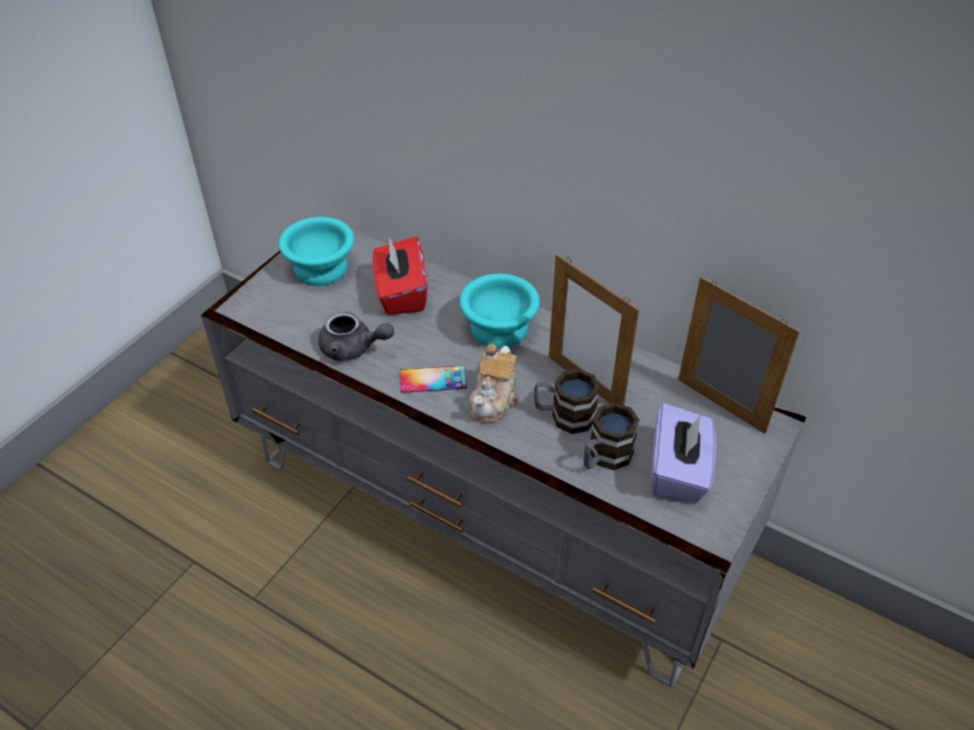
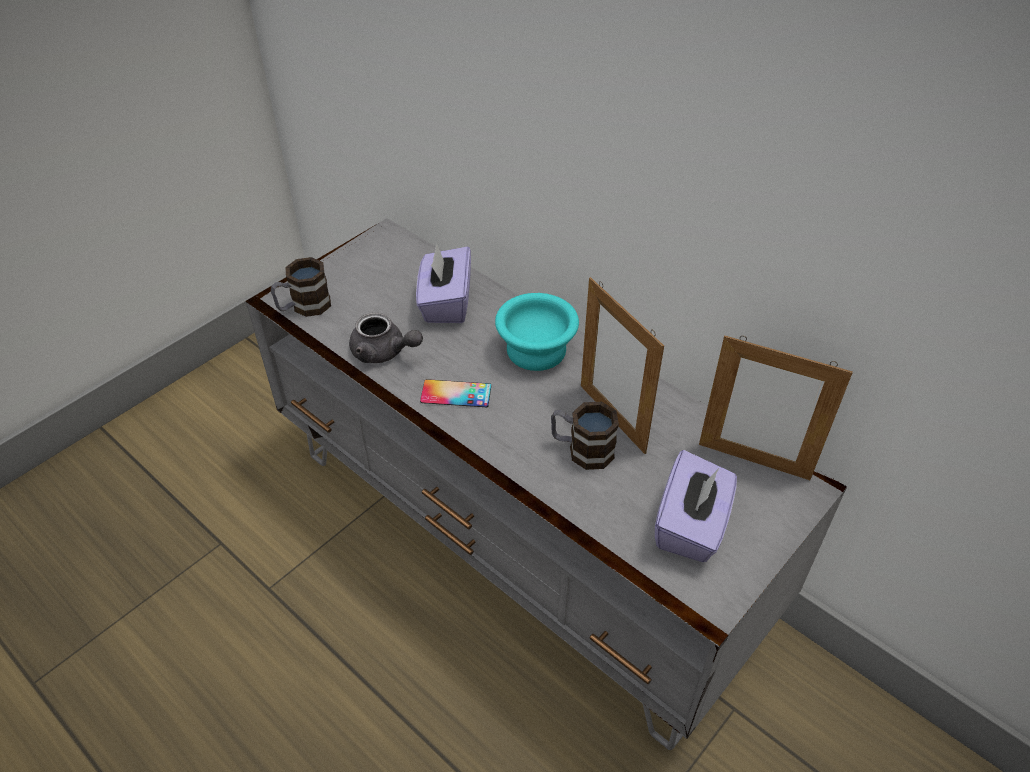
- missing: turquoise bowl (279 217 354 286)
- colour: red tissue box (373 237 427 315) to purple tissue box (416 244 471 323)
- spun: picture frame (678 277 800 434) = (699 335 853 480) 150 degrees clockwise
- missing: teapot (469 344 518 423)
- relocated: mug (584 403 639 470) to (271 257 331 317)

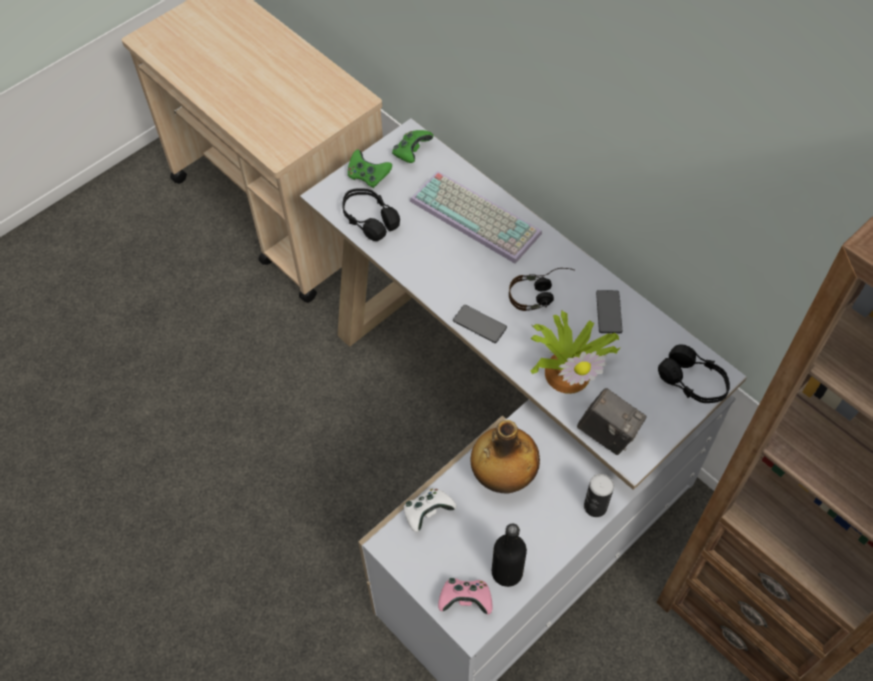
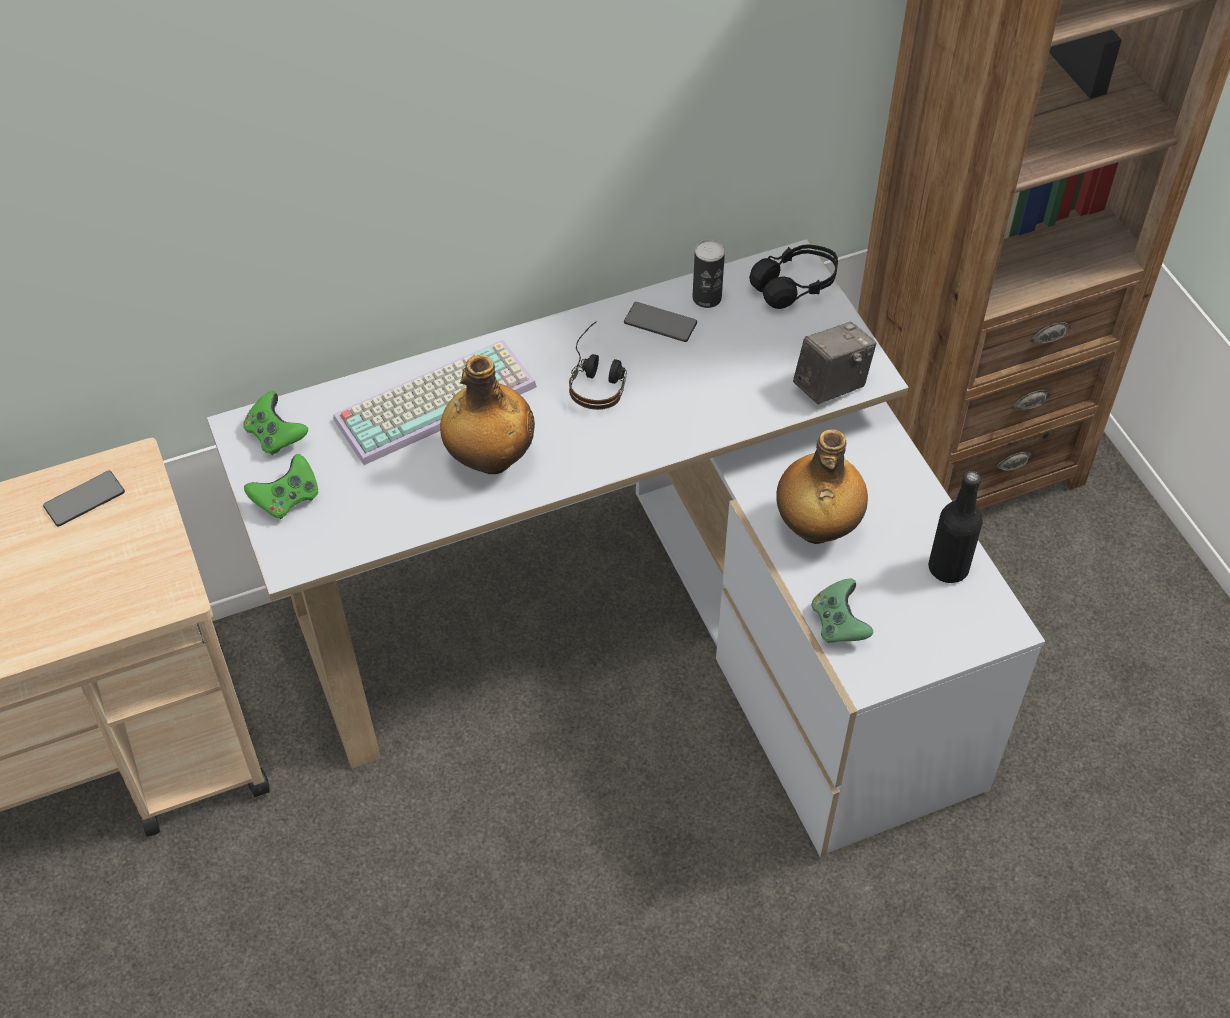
- missing: black headphones (342 188 400 241)
- relocated: phone (453 305 507 343) to (43 471 125 527)
- missing: potted plant (531 310 621 394)
- relocated: can (584 474 614 517) to (692 240 725 308)
- colour: white game controller (404 488 457 532) to green game controller (812 579 874 643)
- missing: pink game controller (438 578 493 615)
- appeared: bottle (440 355 535 474)

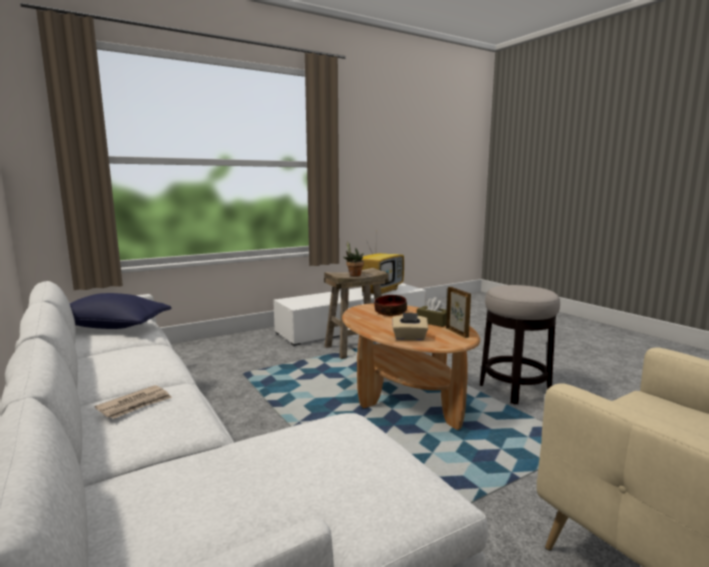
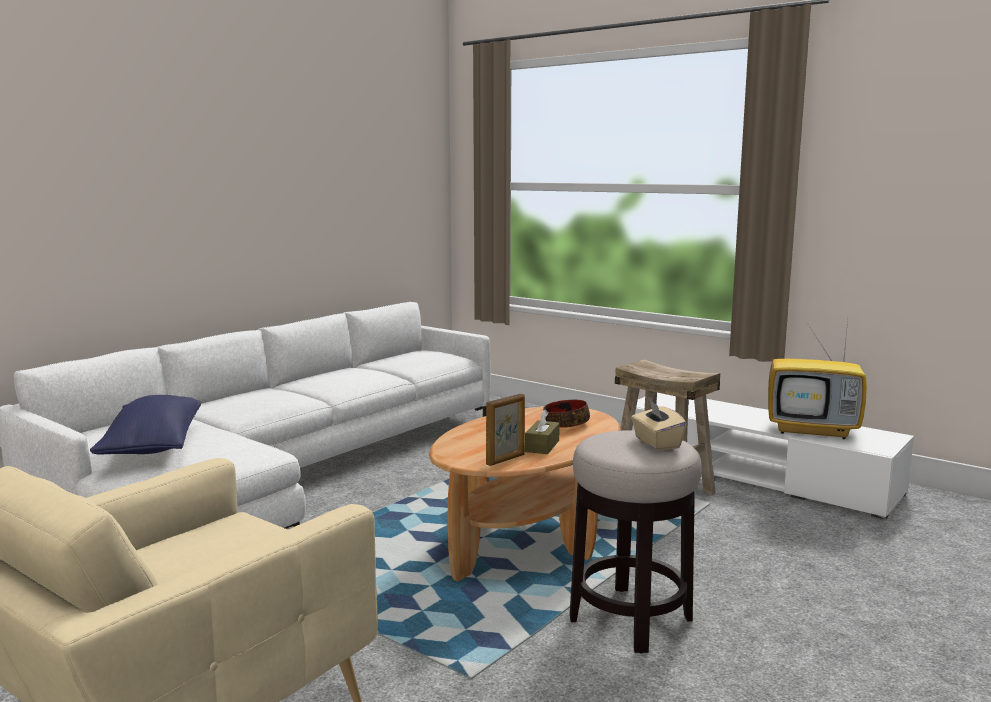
- missing: potted plant (344 241 364 276)
- relocated: blue pillow (69 293 171 329) to (90 395 201 454)
- relocated: beige tissue box (392 312 428 341) to (631 400 686 450)
- missing: newspaper (95 385 172 419)

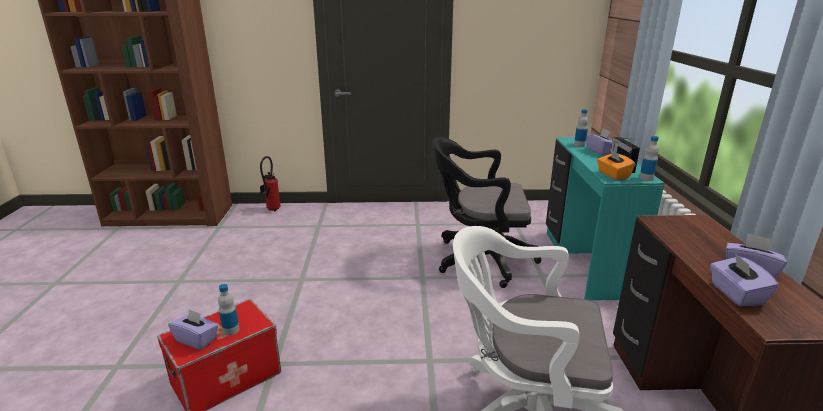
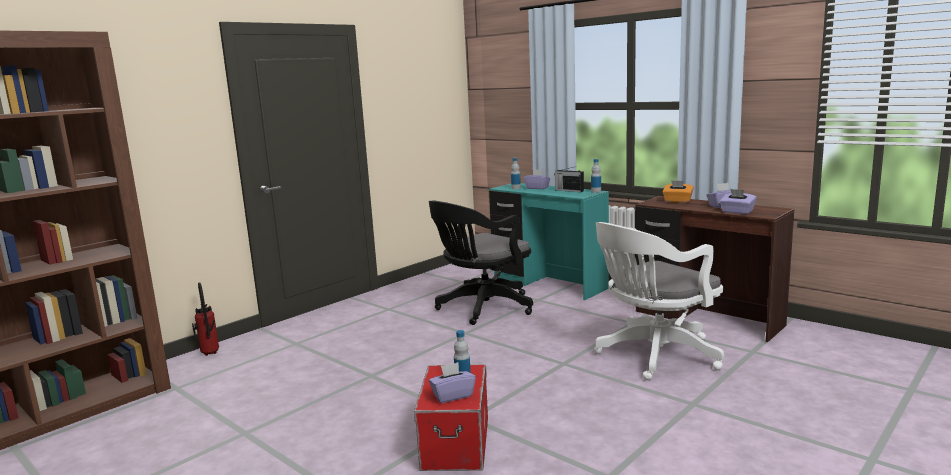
- relocated: orange tissue box (597 149 635 180) to (663 180 694 203)

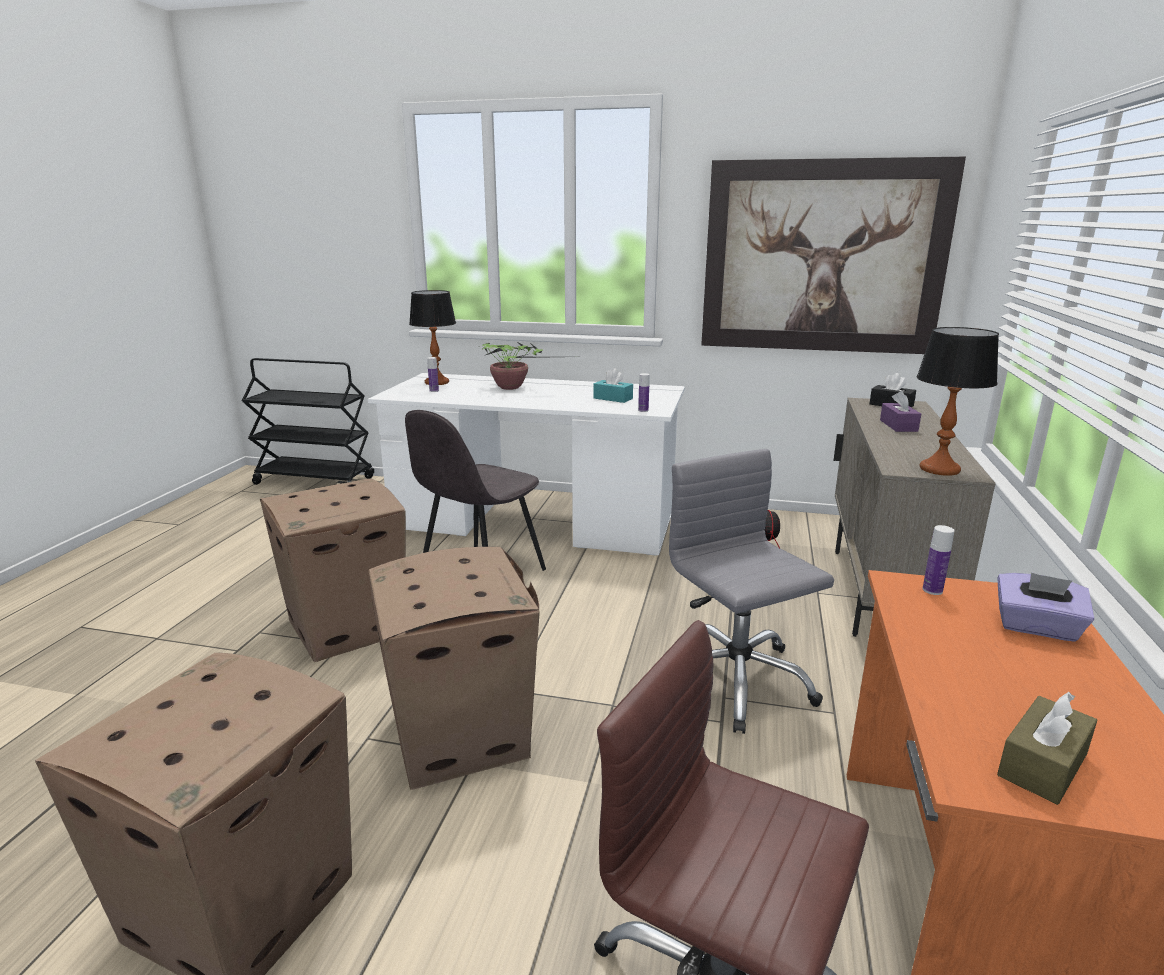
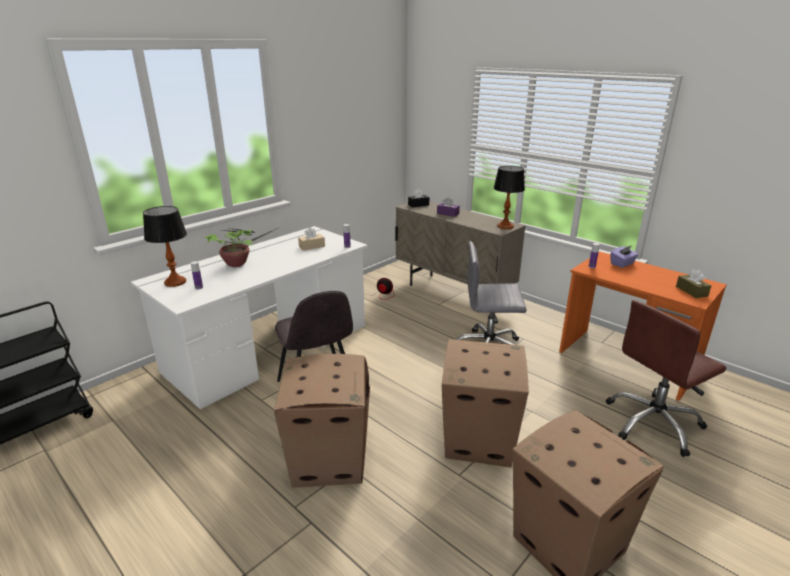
- missing: picture (701 157 966 354)
- colour: turquoise tissue box (593 368 633 403) to beige tissue box (298 227 325 251)

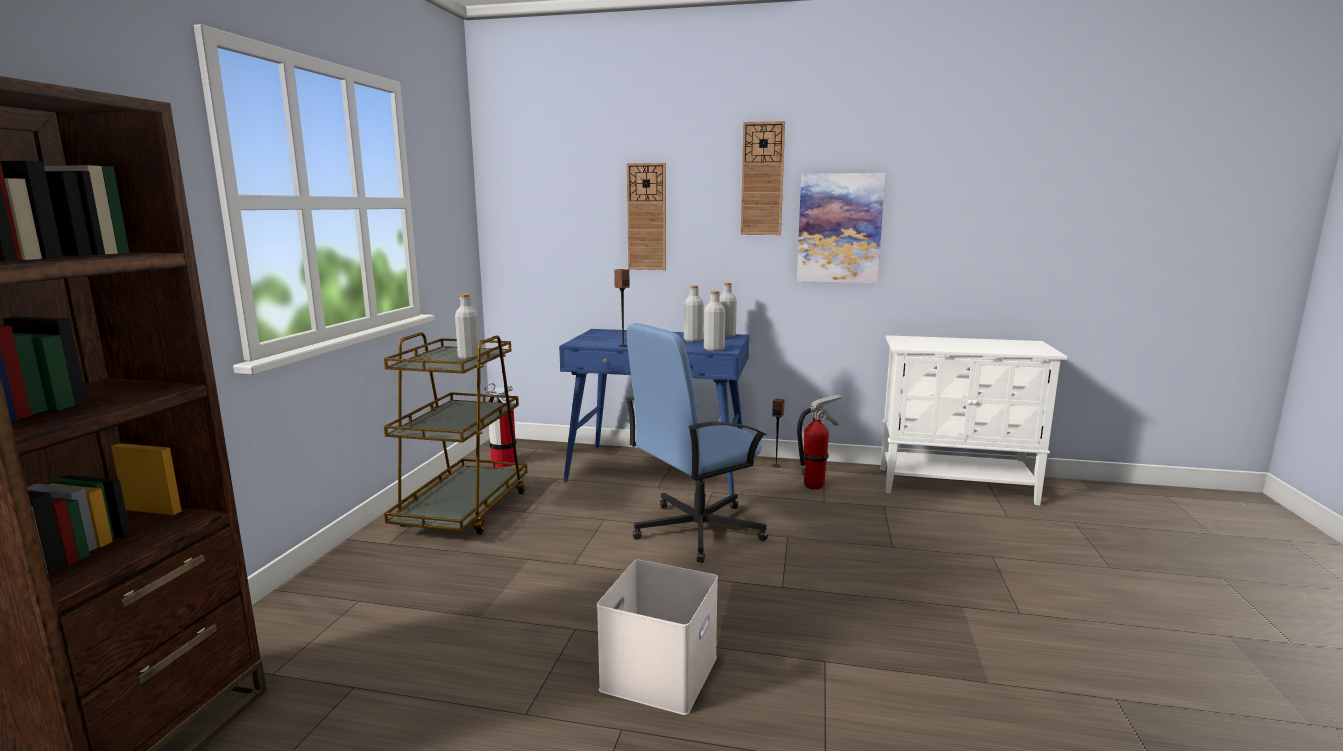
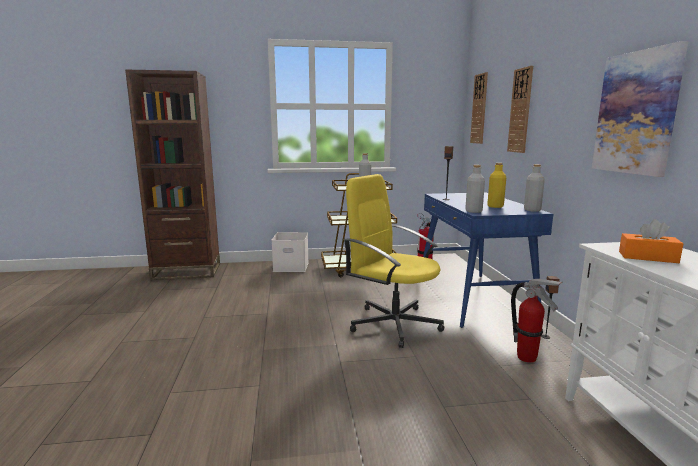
- relocated: wall clock (741 121 785 235) to (470 72 488 144)
- colour: grey bottle (684 285 704 342) to yellow bottle (487 163 506 208)
- colour: blue office chair (625 323 768 563) to yellow office chair (344 174 444 348)
- relocated: white storage box (597 560 718 715) to (271 232 309 272)
- appeared: orange tissue box (619 219 683 263)

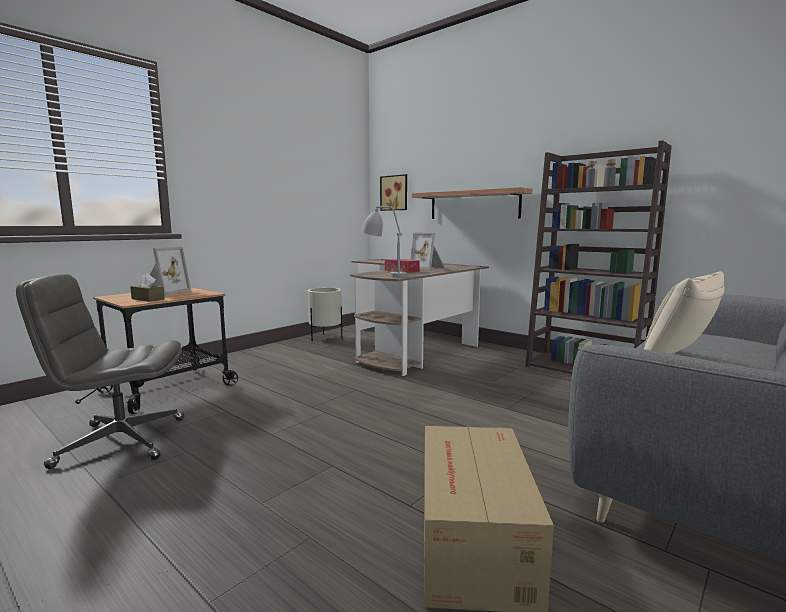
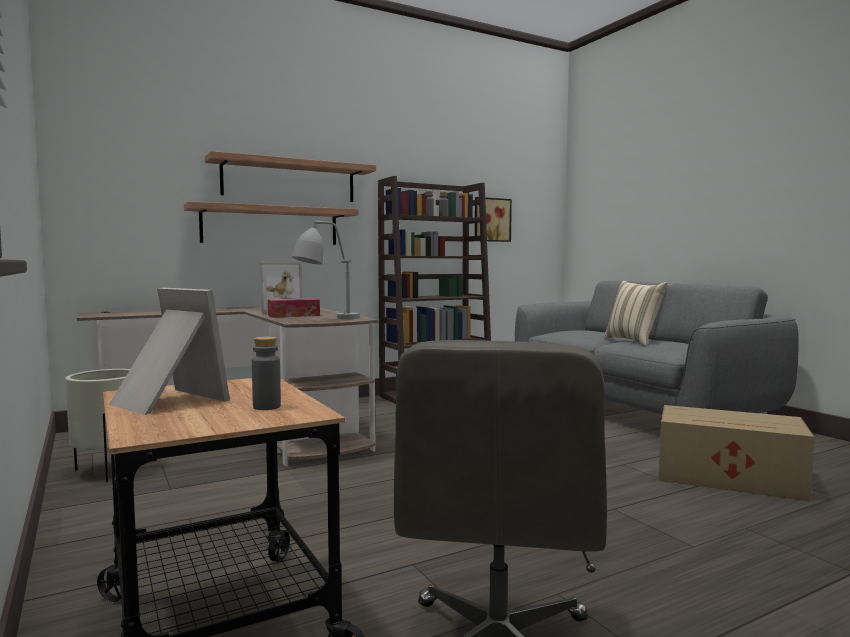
- relocated: picture (380 174 407 211) to (475 197 512 242)
- exchanged: brown tissue box (130 273 165 302) to grey bottle (252 337 281 410)
- appeared: shelf (205 151 376 202)

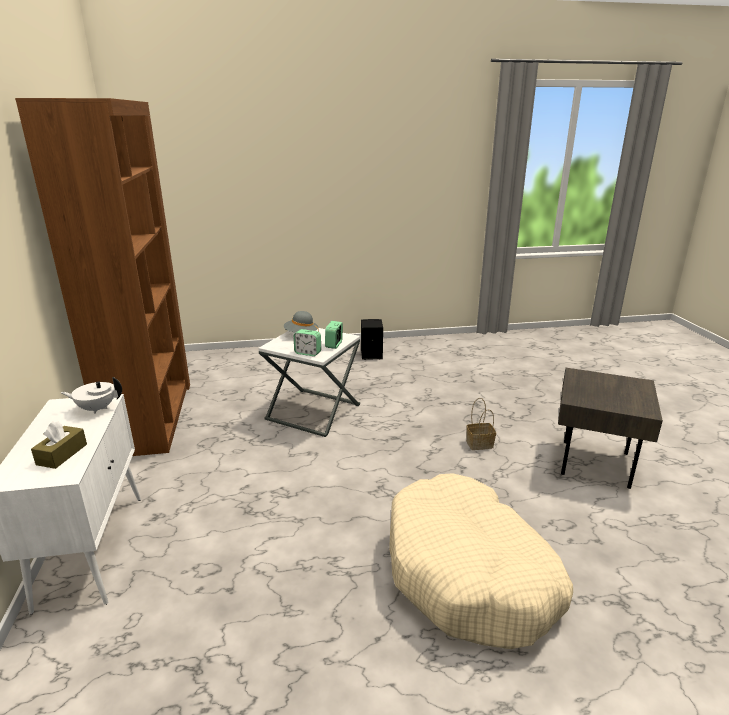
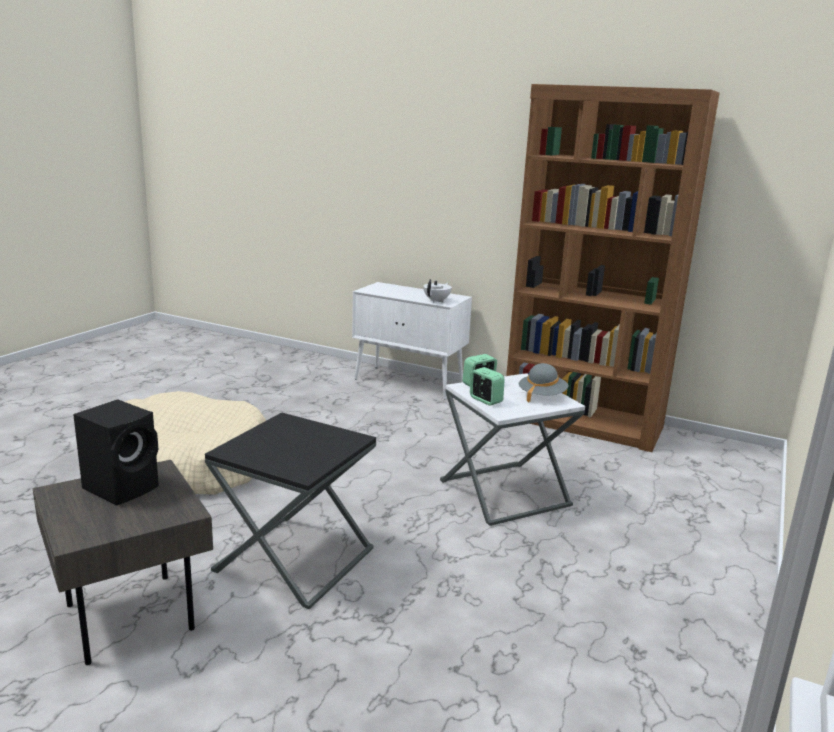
- relocated: black speaker (361 319 383 360) to (73 399 159 506)
- exchanged: basket (466 398 496 450) to black side table (205 413 376 609)
- missing: brown tissue box (31 421 87 469)

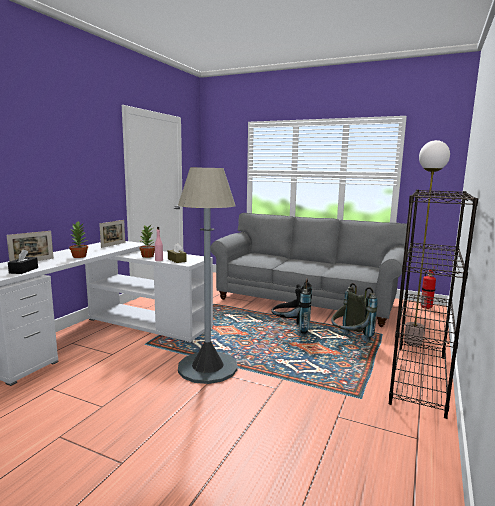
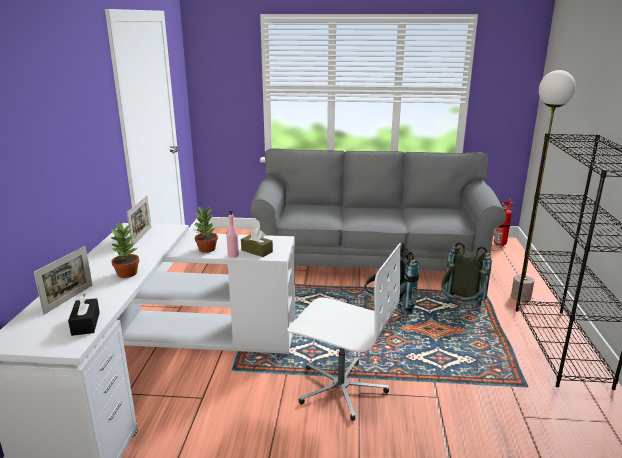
- exchanged: grey floor lamp (178 167 238 384) to white office chair (287 243 401 421)

